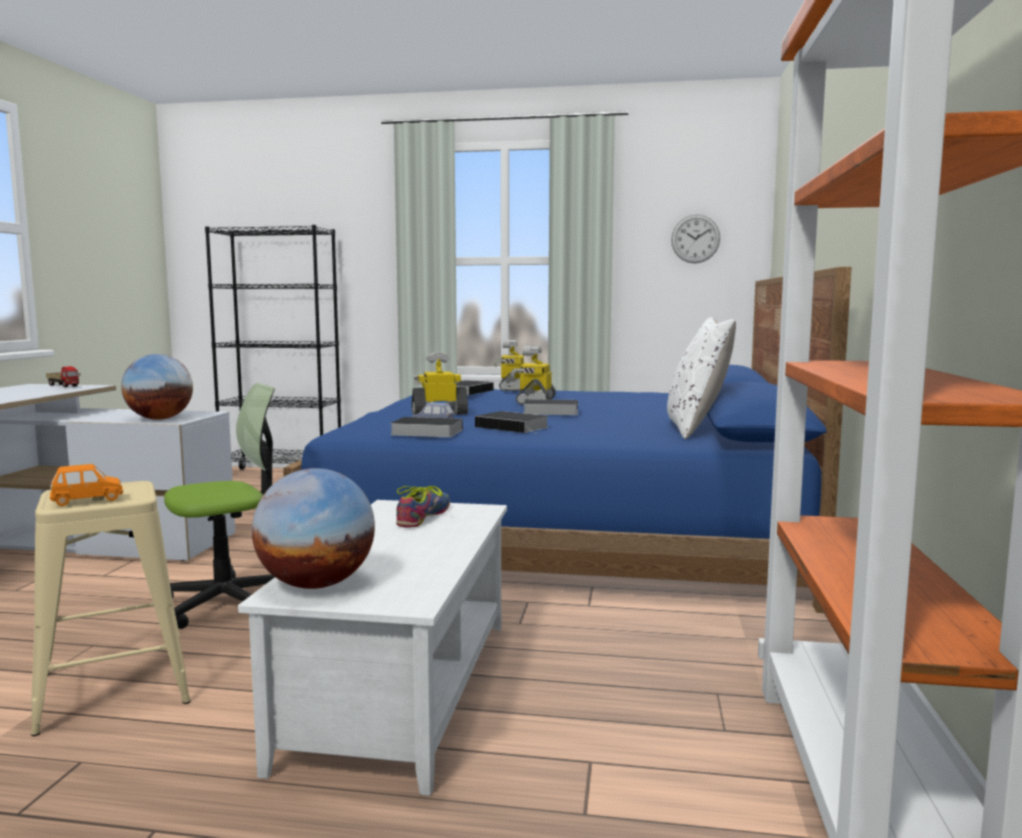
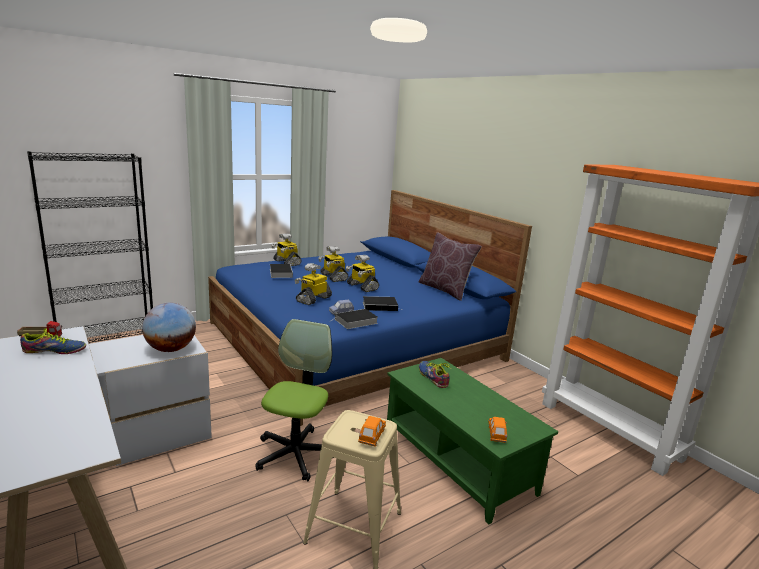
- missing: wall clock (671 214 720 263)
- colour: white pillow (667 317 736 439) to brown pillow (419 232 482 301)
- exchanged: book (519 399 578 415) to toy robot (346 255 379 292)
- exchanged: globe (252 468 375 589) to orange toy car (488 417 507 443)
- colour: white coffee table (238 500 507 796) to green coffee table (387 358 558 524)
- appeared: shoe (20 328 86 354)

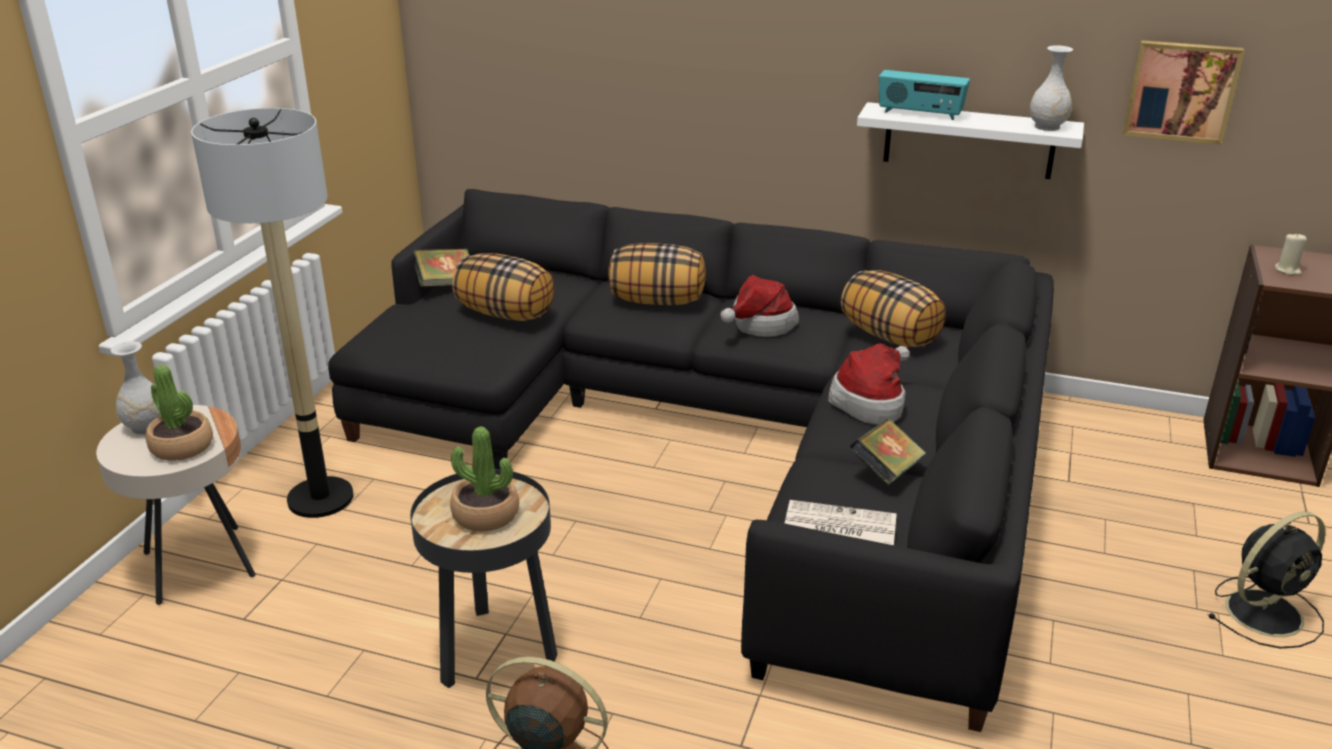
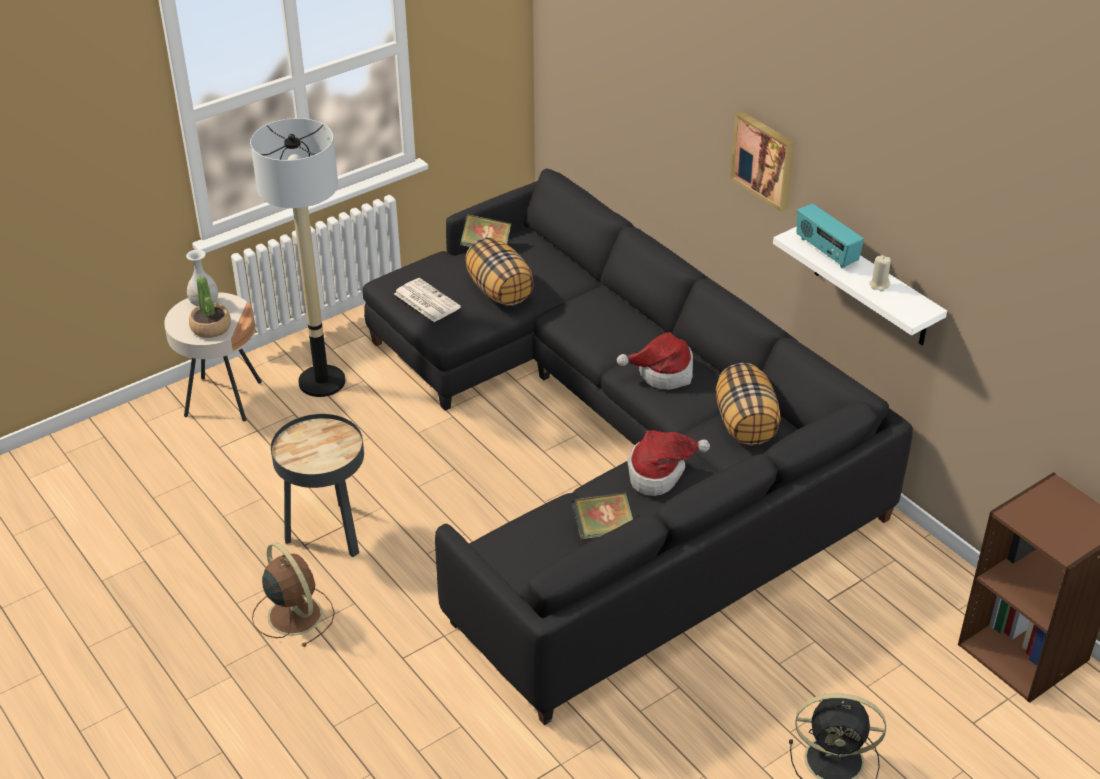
- relocated: picture (1123 40 1244 145) to (730 111 795 212)
- missing: white vase (1029 45 1073 131)
- relocated: beige candle (1275 234 1307 275) to (869 255 891 291)
- missing: pillow (608 243 706 305)
- missing: potted plant (450 426 519 532)
- relocated: newspaper (785 500 897 545) to (394 278 461 322)

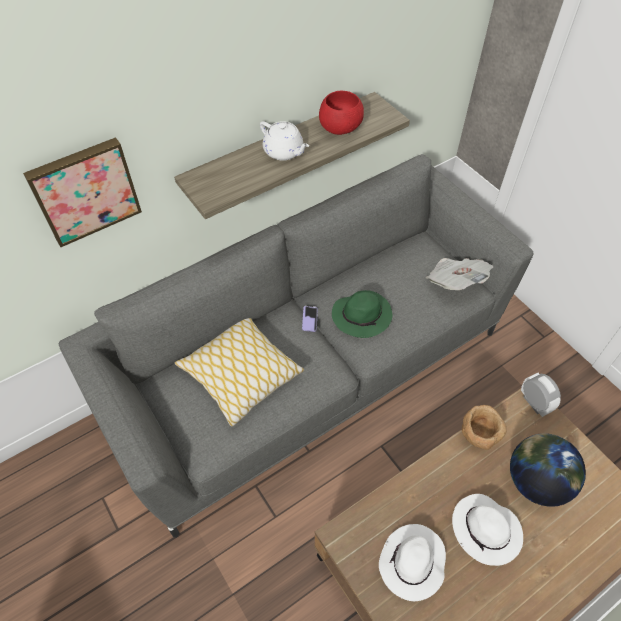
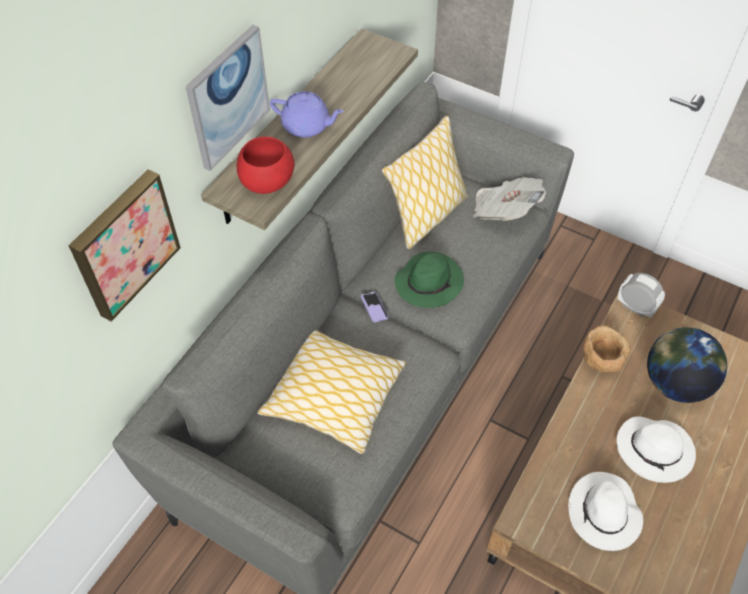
- relocated: red bowl (319 91 364 135) to (237 136 295 194)
- colour: white teapot (260 121 309 161) to purple teapot (270 91 344 138)
- appeared: picture (185 25 270 171)
- appeared: pillow (381 116 468 249)

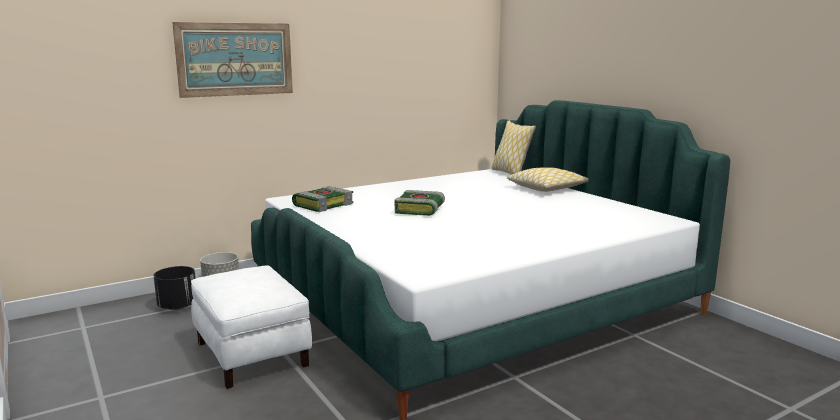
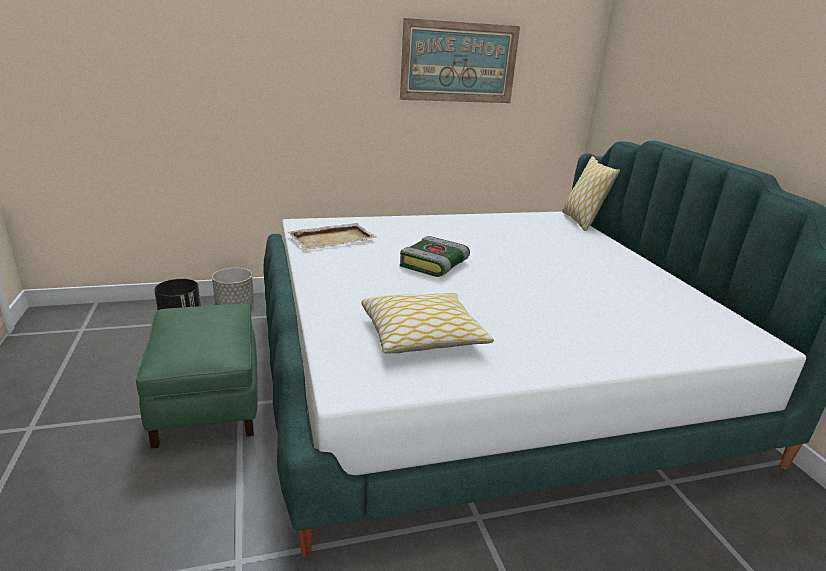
- relocated: picture (172 22 293 98) to (400 18 520 103)
- relocated: pillow (507 167 588 192) to (361 293 494 354)
- exchanged: book (292 186 353 212) to beige tray (288 223 376 250)
- colour: white ottoman (191 265 312 389) to green ottoman (136 304 258 449)

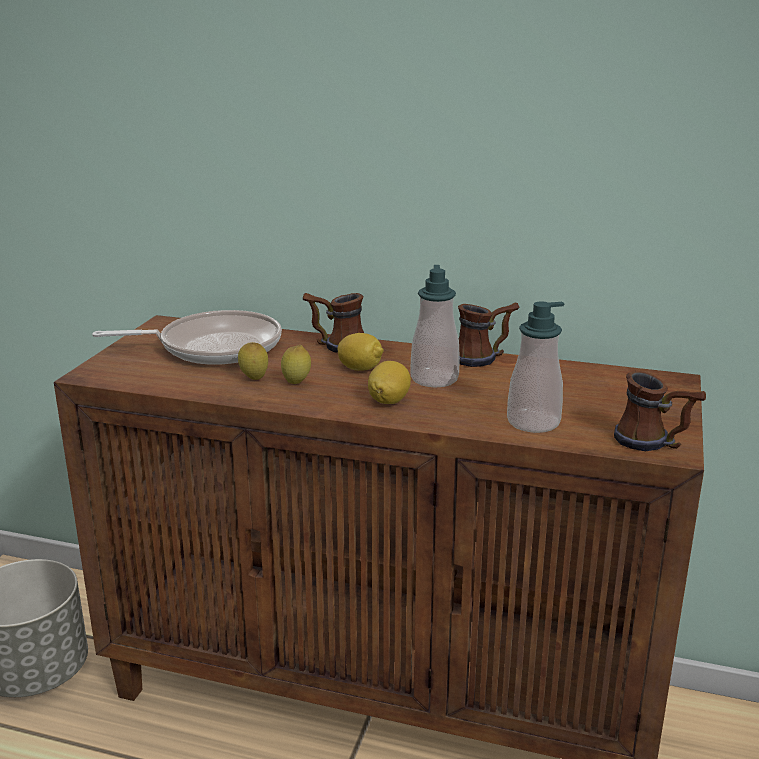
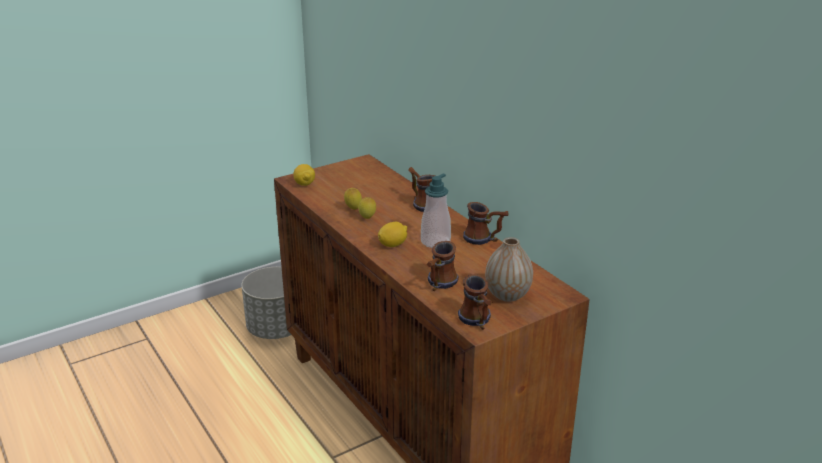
- exchanged: soap dispenser (507 302 564 433) to mug (427 241 459 291)
- missing: frying pan (92 310 282 365)
- relocated: lemon (338 333 384 371) to (293 164 315 186)
- appeared: vase (485 237 533 302)

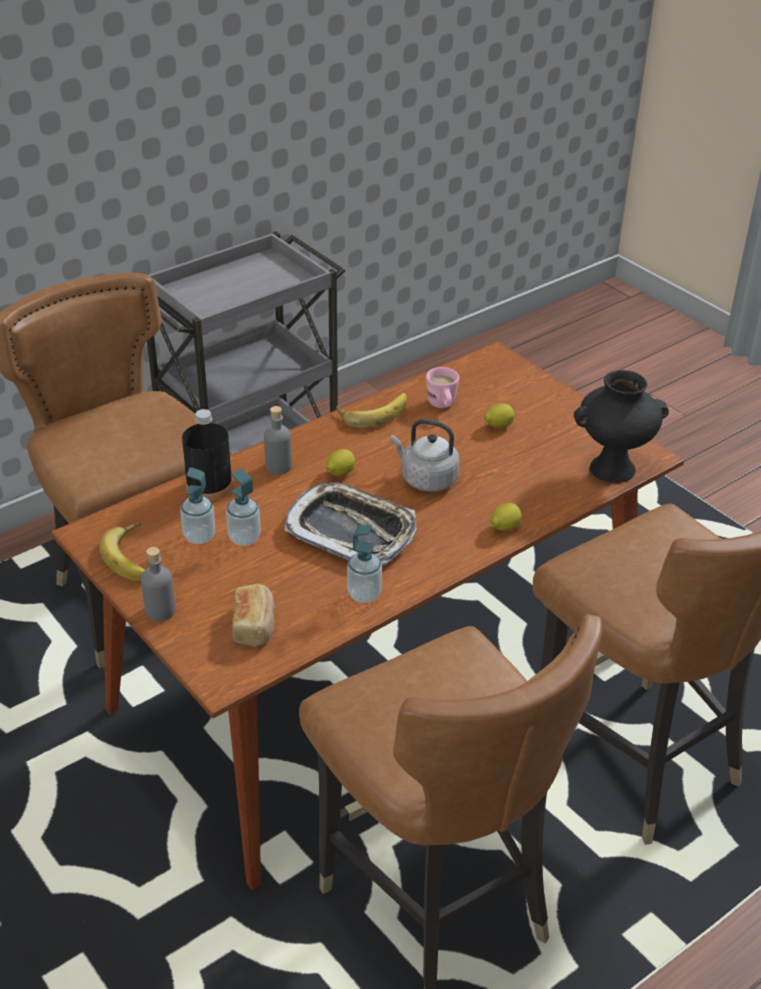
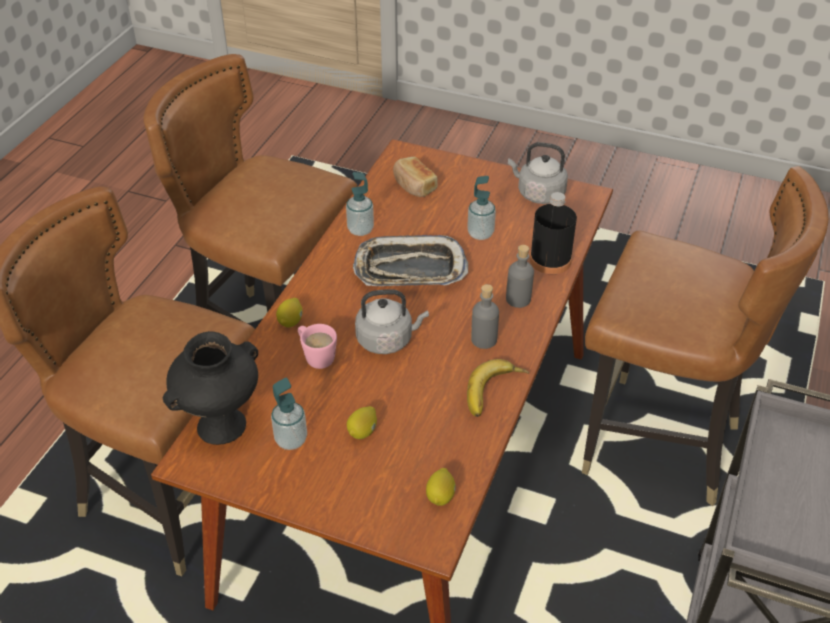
- relocated: pink mug (426 367 459 408) to (298 324 337 369)
- relocated: lemon (326 449 355 476) to (426 468 456 506)
- relocated: soap dispenser (180 467 215 544) to (271 378 307 450)
- exchanged: banana (99 523 145 581) to grey kettle (508 142 568 204)
- relocated: grey bottle (141 547 176 621) to (471 284 499 349)

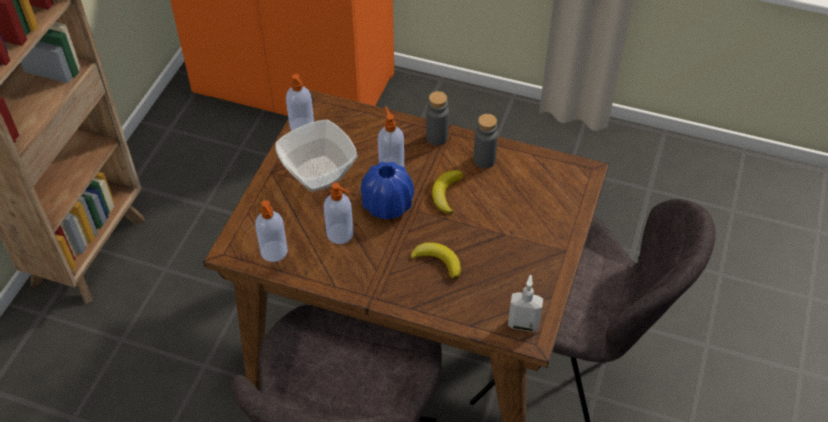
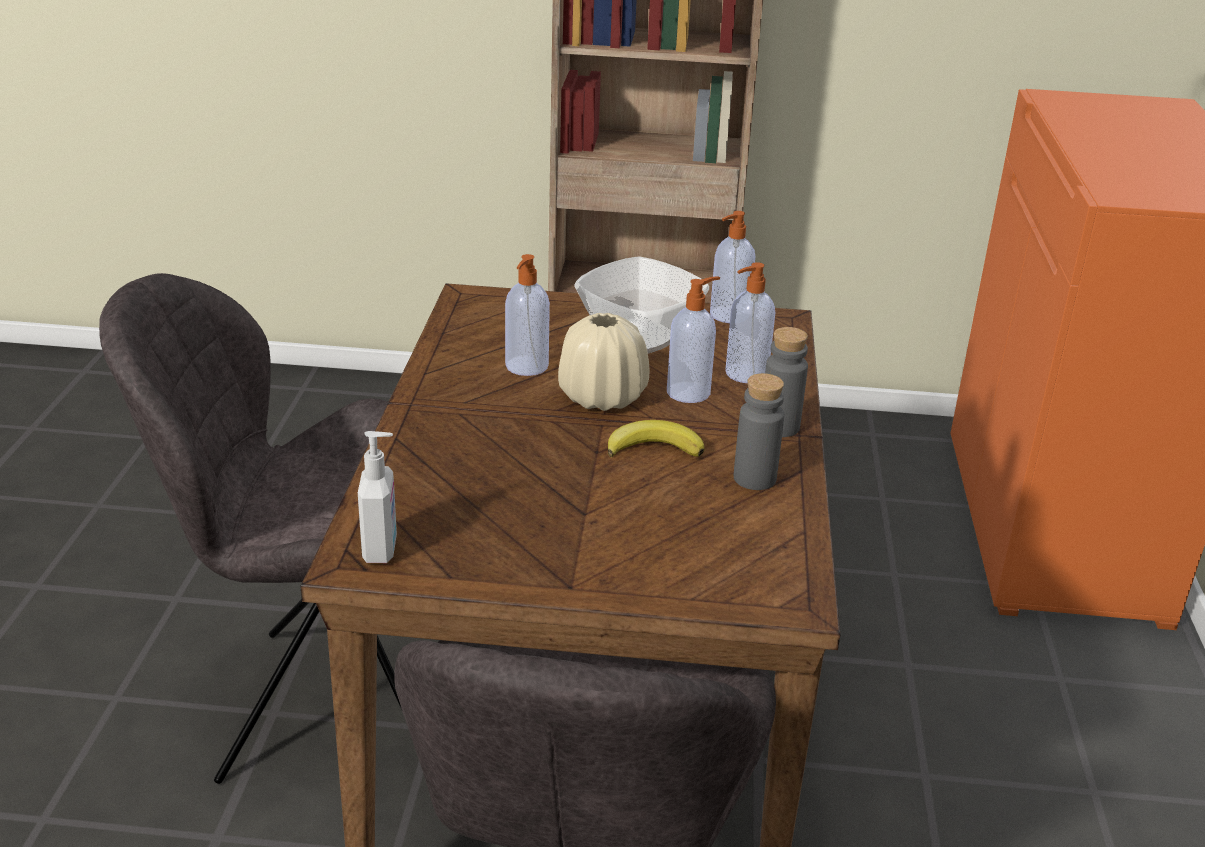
- colour: blue vase (361 162 414 219) to beige vase (558 313 650 411)
- relocated: soap dispenser (255 200 288 262) to (725 262 775 383)
- missing: banana (410 242 461 279)

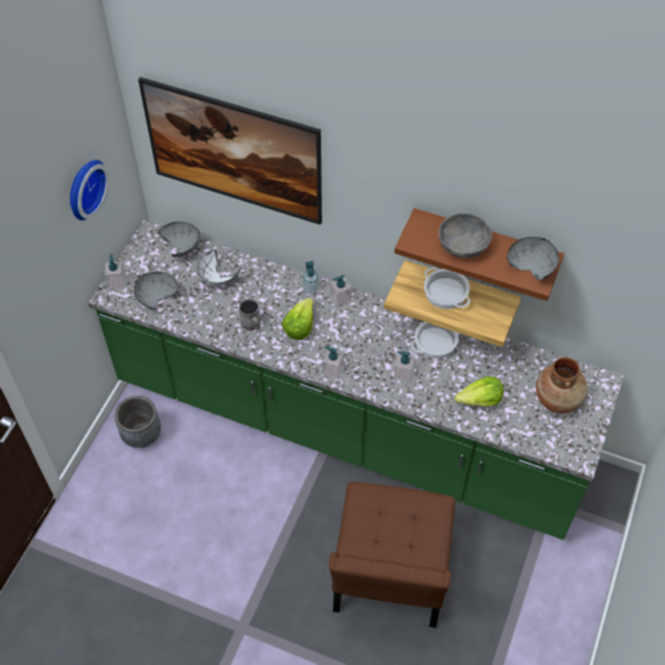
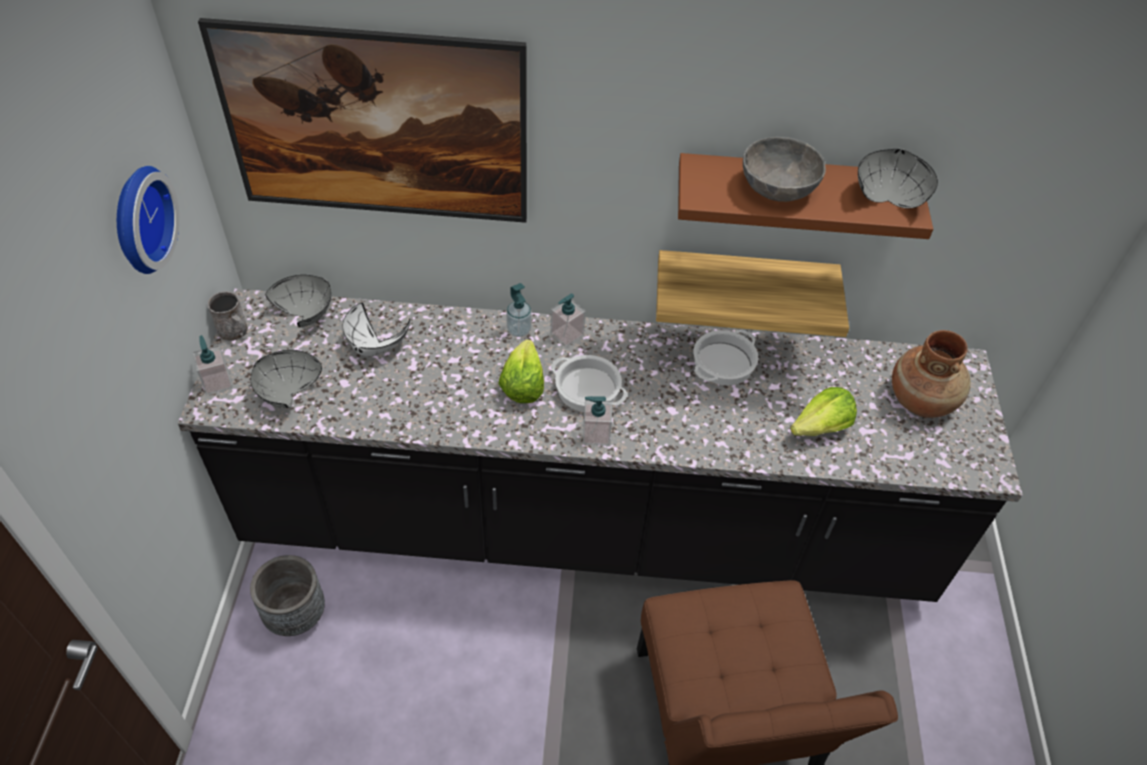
- colour: green counter (88 220 624 540) to black counter (178 289 1023 602)
- relocated: cooking pot (424 267 470 309) to (551 355 628 412)
- relocated: grey mug (239 299 261 331) to (207 291 248 341)
- missing: soap dispenser (394 351 415 383)

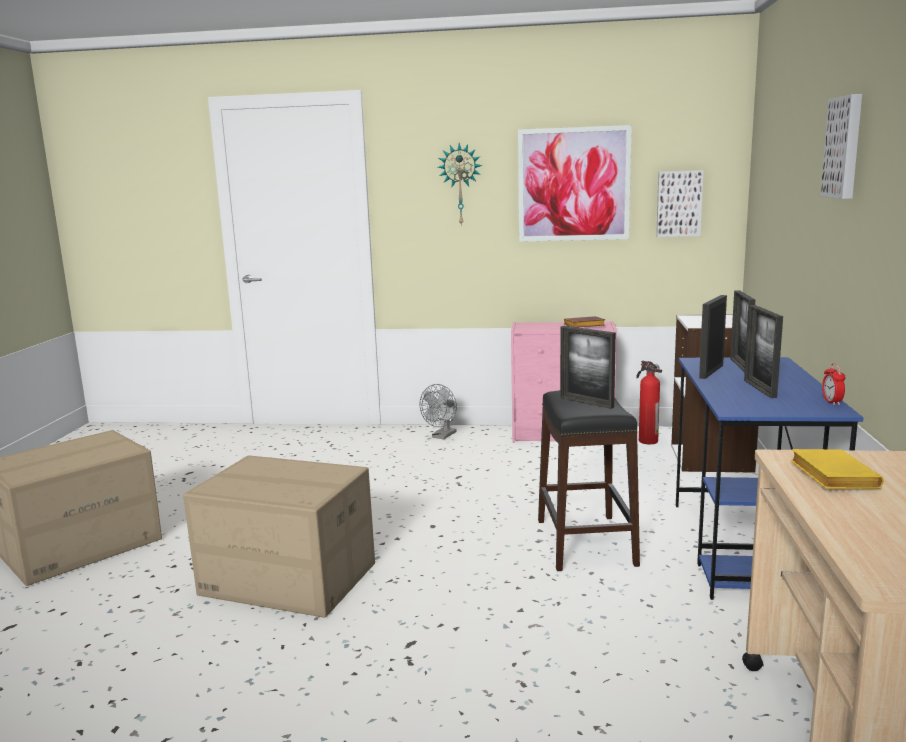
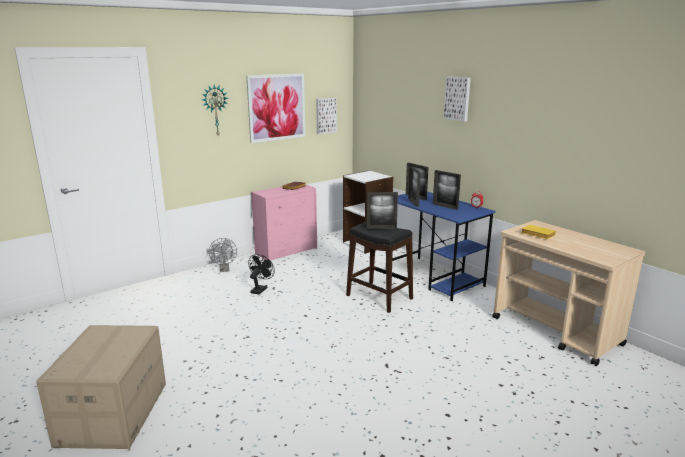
- missing: fire extinguisher (636 361 662 444)
- missing: cardboard box (183 455 375 618)
- appeared: black fan (248 254 275 294)

